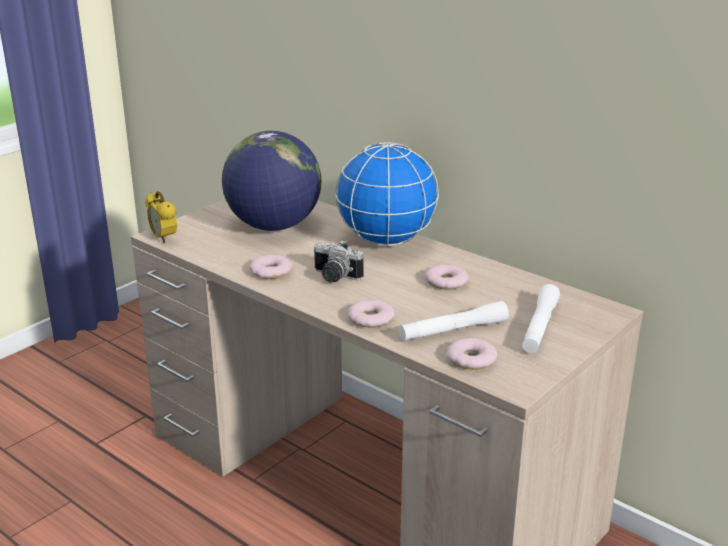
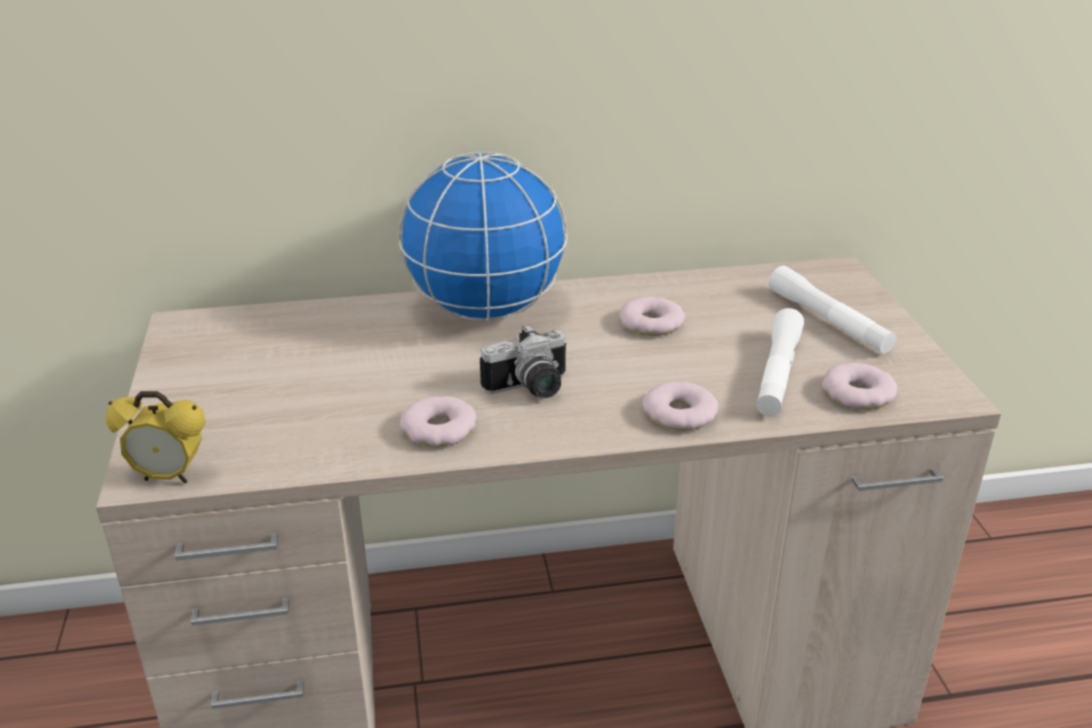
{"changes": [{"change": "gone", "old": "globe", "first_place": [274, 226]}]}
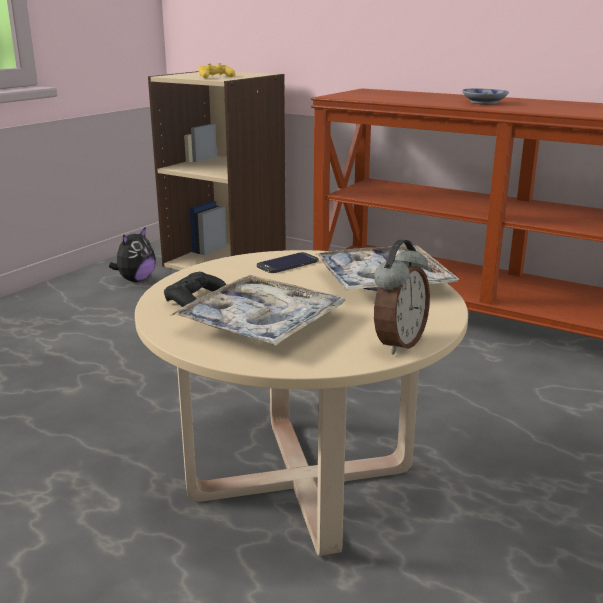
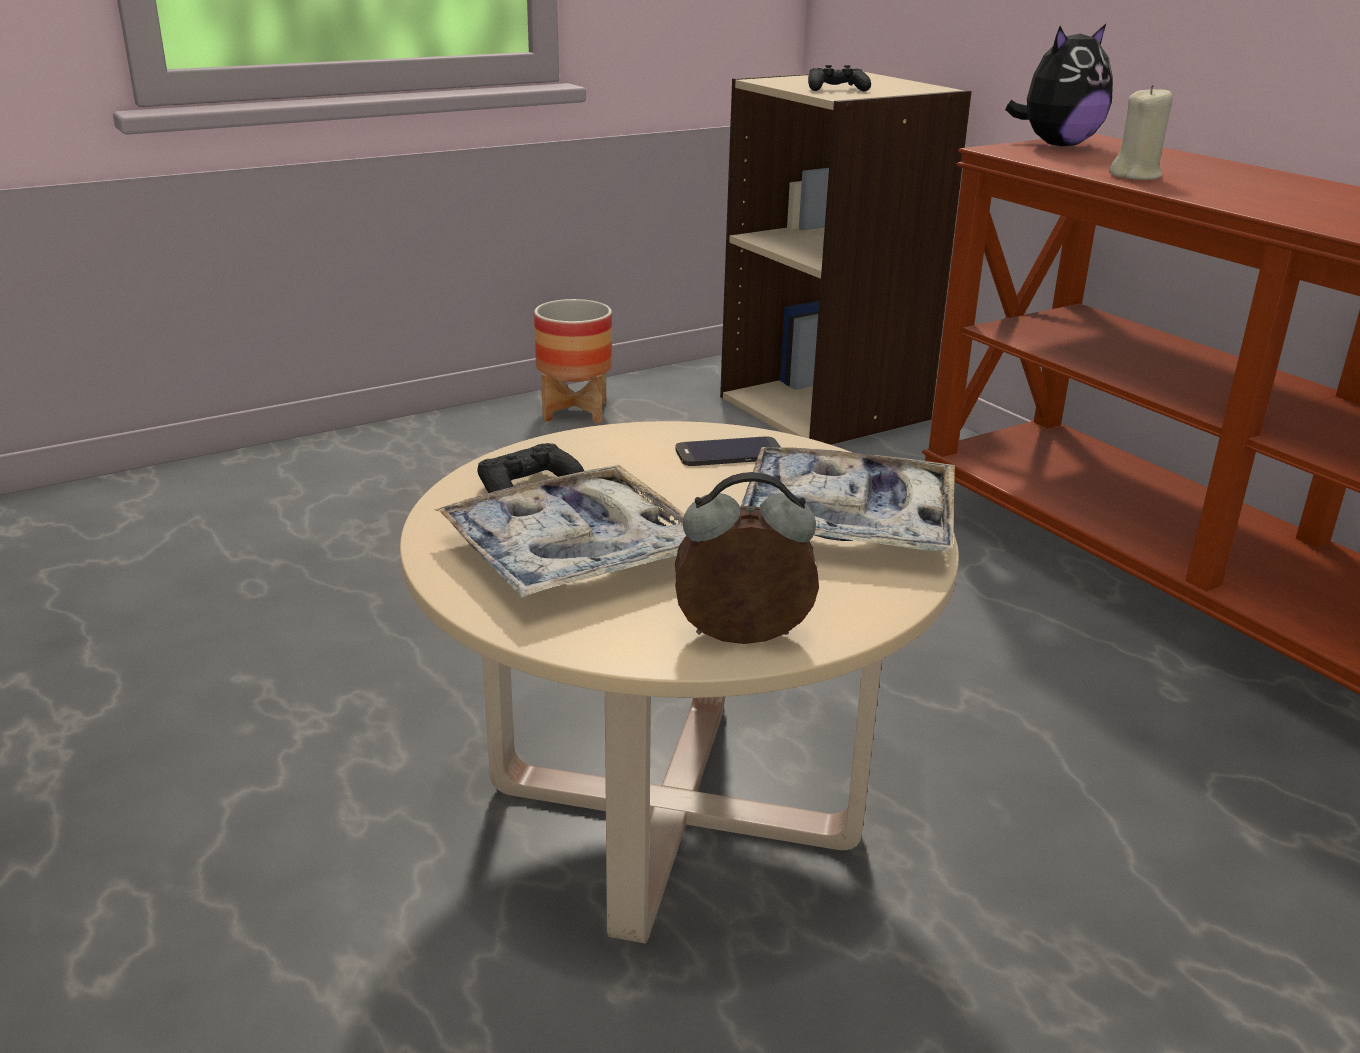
{"changes": [{"change": "repainted", "old": "yellow-coloured game controller", "new": "blackish game controller", "first_place": [215, 77], "second_place": [836, 89]}, {"change": "gone", "old": "deep dish", "first_place": [482, 102]}, {"change": "shifted", "old": "cuddly toy", "first_place": [136, 280], "second_place": [1057, 145]}, {"change": "rotated", "old": "bedside clock", "first_place": [398, 343], "second_place": [743, 640], "degrees": -150}, {"change": "new", "new": "beige candle", "second_place": [1136, 176]}, {"change": "new", "new": "plant pot", "second_place": [575, 411]}]}
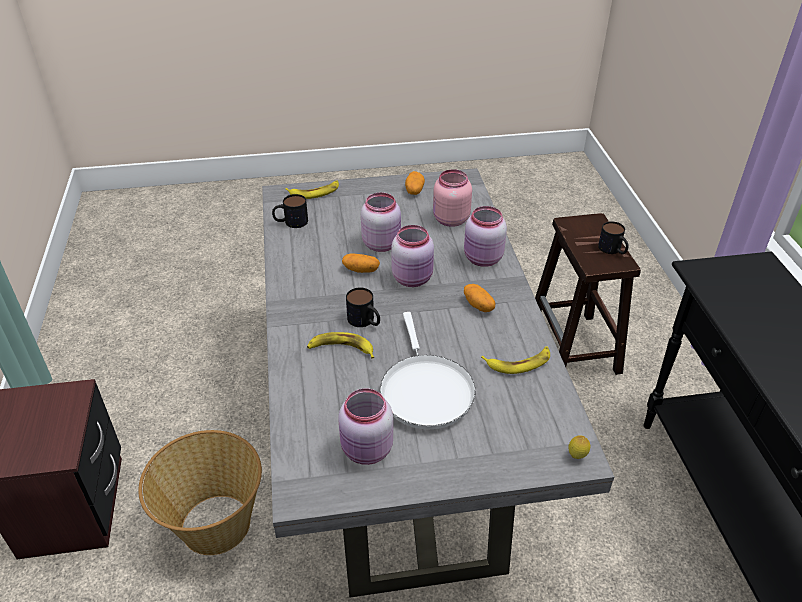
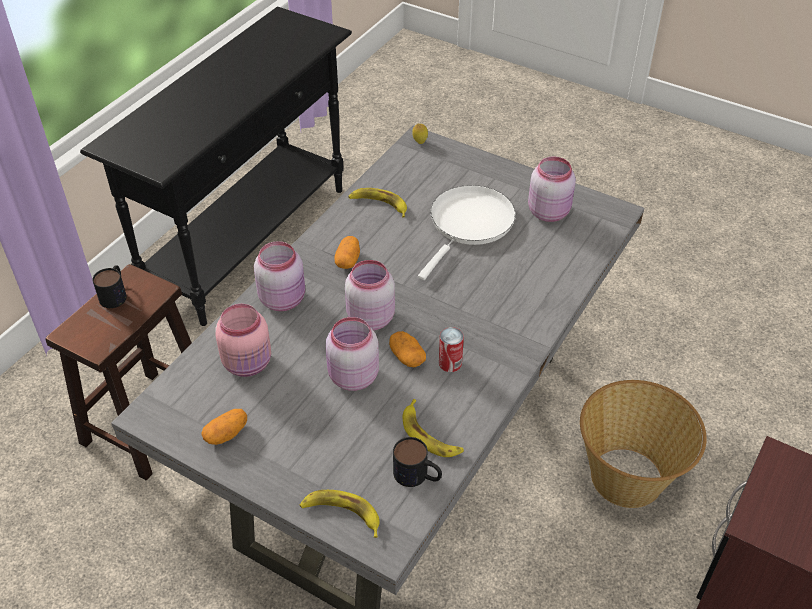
{"changes": [{"change": "gone", "old": "mug", "first_place": [365, 321]}, {"change": "shifted", "old": "banana", "first_place": [341, 349], "second_place": [430, 435]}, {"change": "new", "new": "sealed can", "second_place": [450, 363]}]}
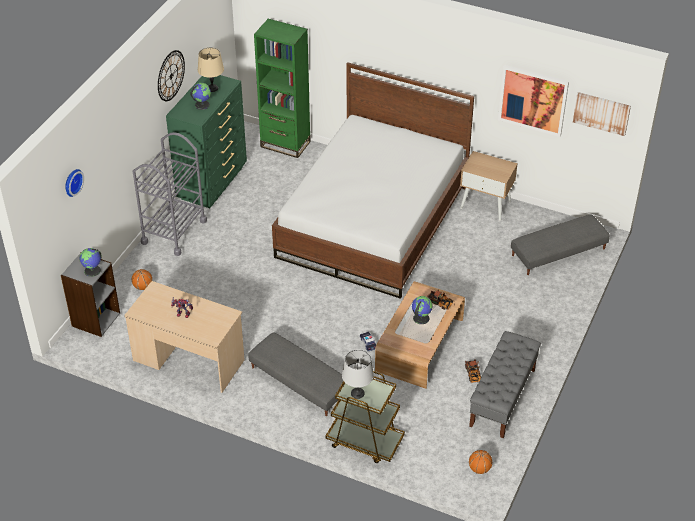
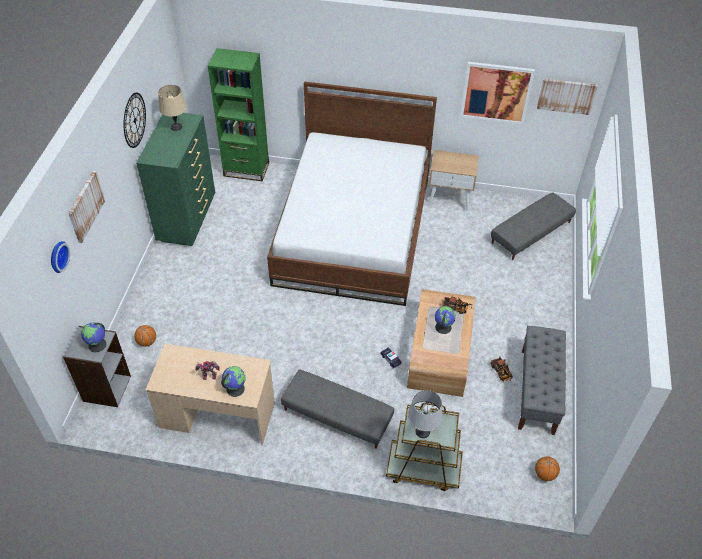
{"changes": [{"change": "shifted", "old": "globe", "first_place": [202, 105], "second_place": [235, 388]}, {"change": "gone", "old": "gray wheeled cart", "first_place": [174, 232]}, {"change": "new", "new": "wall picture", "second_place": [85, 206]}]}
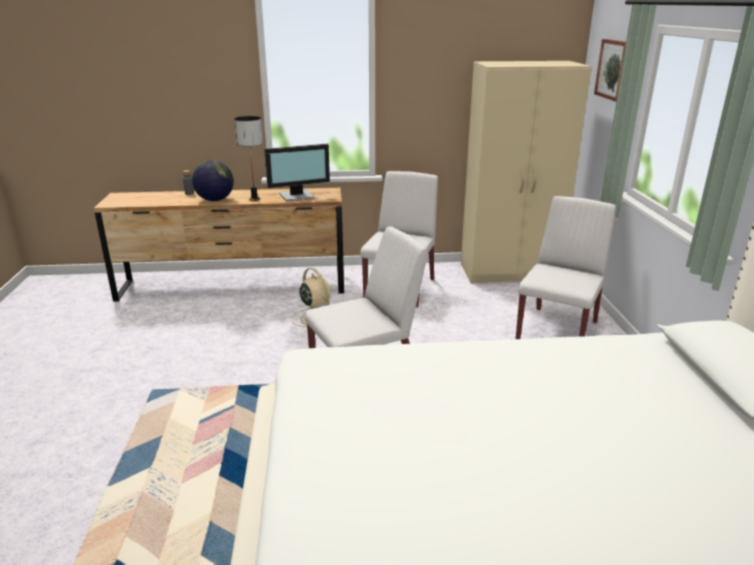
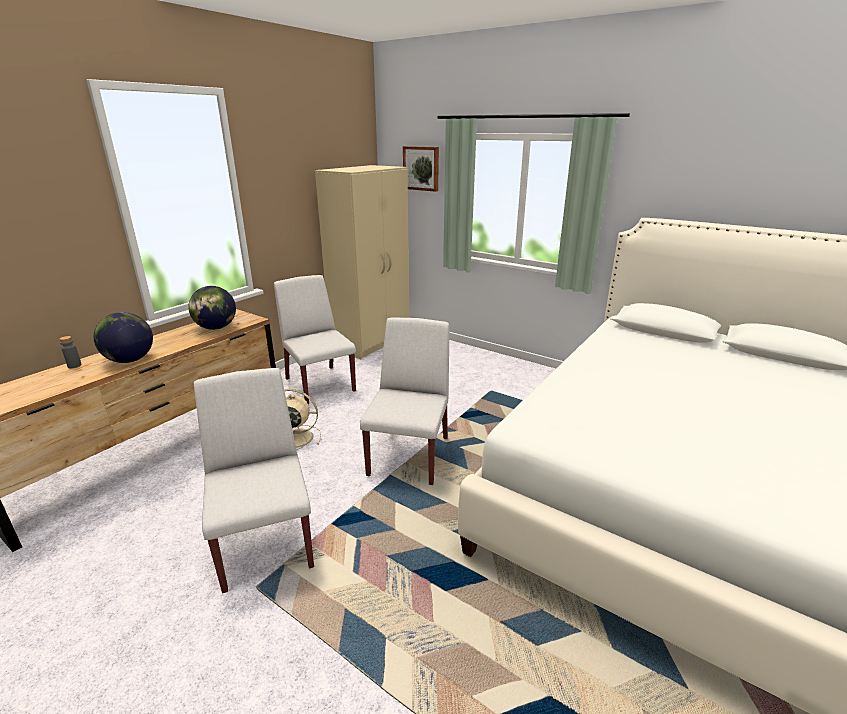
{"changes": [{"change": "gone", "old": "table lamp", "first_place": [255, 199]}, {"change": "swapped", "old": "monitor", "new": "globe", "first_place": [297, 196], "second_place": [216, 328]}, {"change": "shifted", "old": "whitish upright chair", "first_place": [557, 330], "second_place": [265, 540]}]}
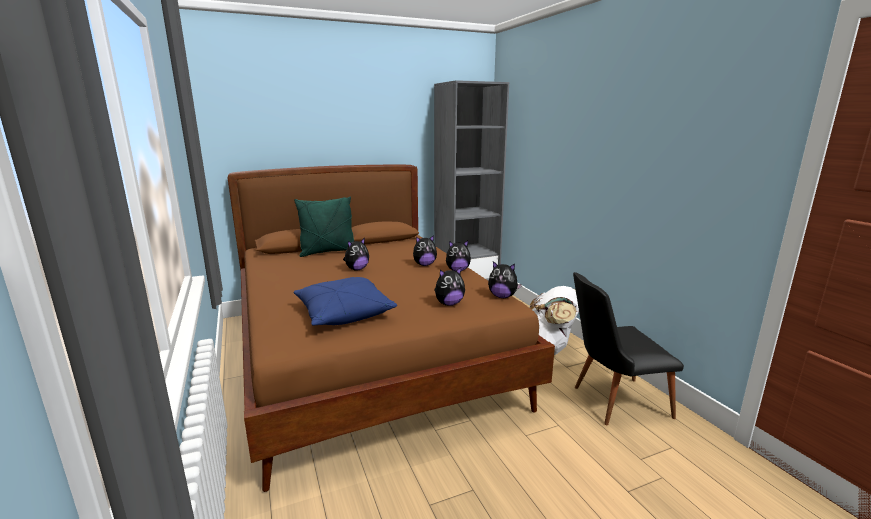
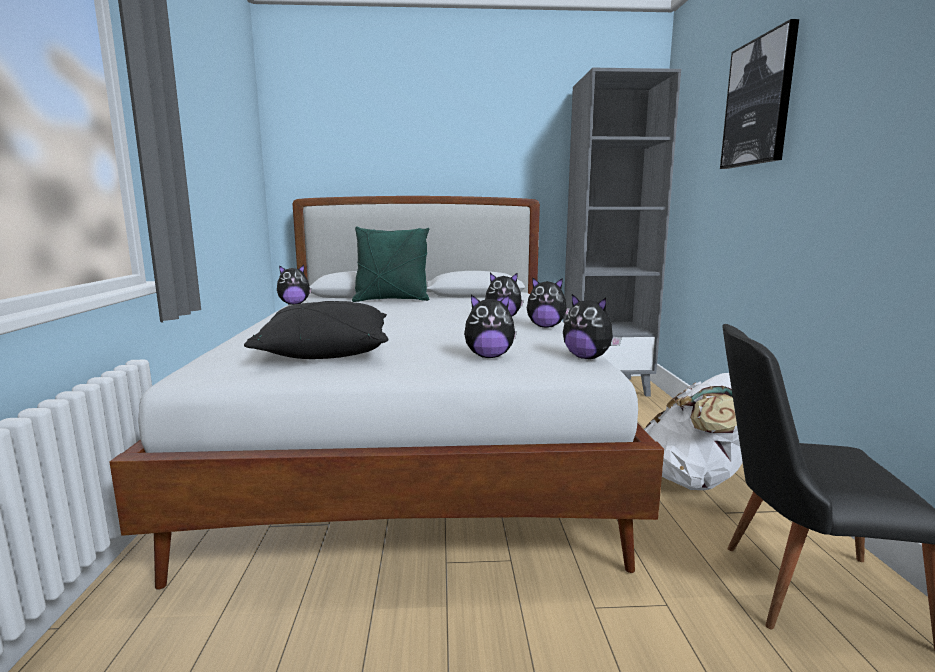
{"changes": [{"change": "repainted", "old": "brownish bed", "new": "whitish bed", "first_place": [367, 356], "second_place": [416, 446]}, {"change": "shifted", "old": "cuddly toy", "first_place": [356, 269], "second_place": [294, 304]}, {"change": "repainted", "old": "blue cushion", "new": "blackish cushion", "first_place": [343, 314], "second_place": [326, 351]}, {"change": "new", "new": "wall picture", "second_place": [759, 102]}]}
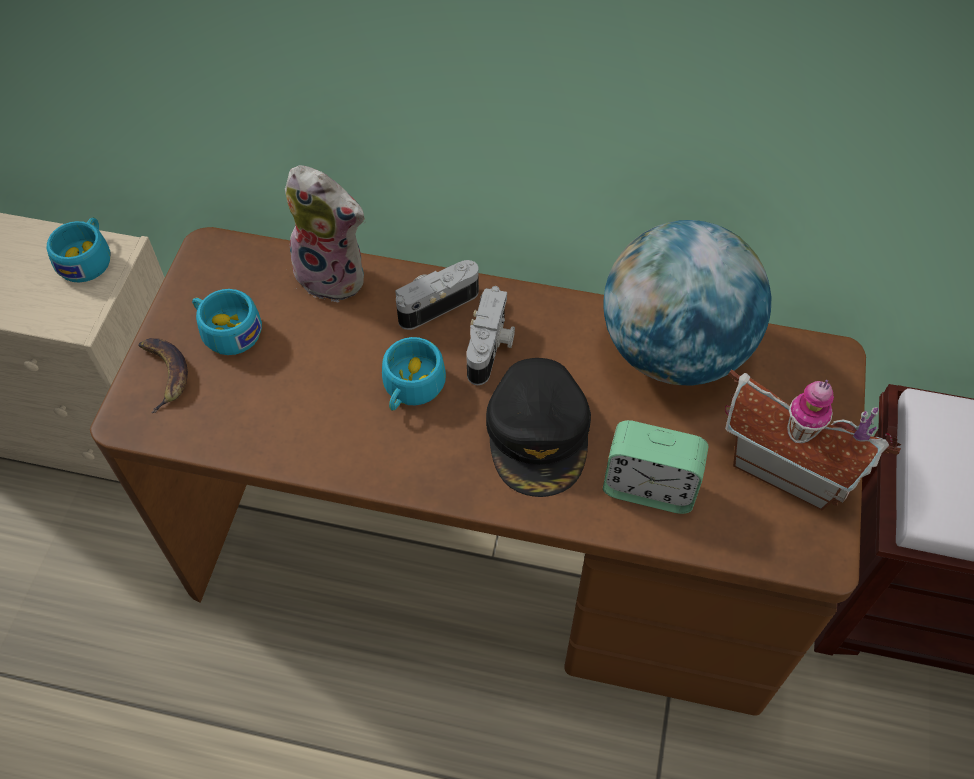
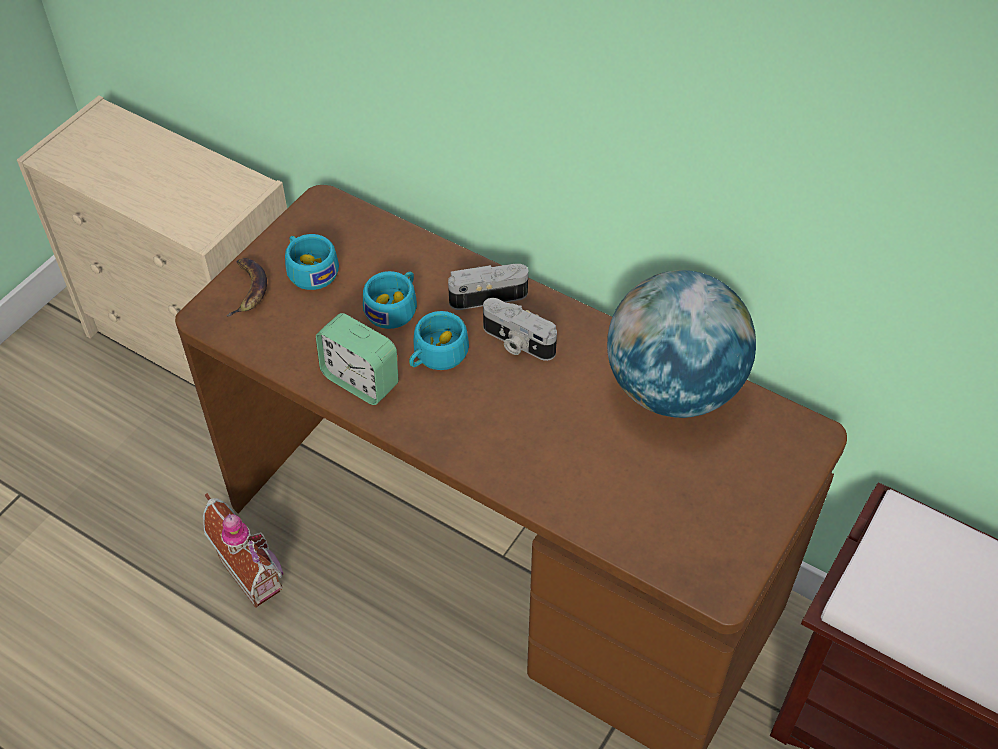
{"changes": [{"change": "gone", "old": "cuddly toy", "first_place": [335, 275]}, {"change": "shifted", "old": "blue-green cup", "first_place": [87, 258], "second_place": [394, 307]}, {"change": "rotated", "old": "still camera", "first_place": [491, 348], "second_place": [516, 343], "degrees": 90}, {"change": "gone", "old": "blackish baseball cap", "first_place": [539, 434]}, {"change": "shifted", "old": "toy house", "first_place": [786, 464], "second_place": [255, 571]}, {"change": "shifted", "old": "bedside clock", "first_place": [649, 487], "second_place": [360, 380]}]}
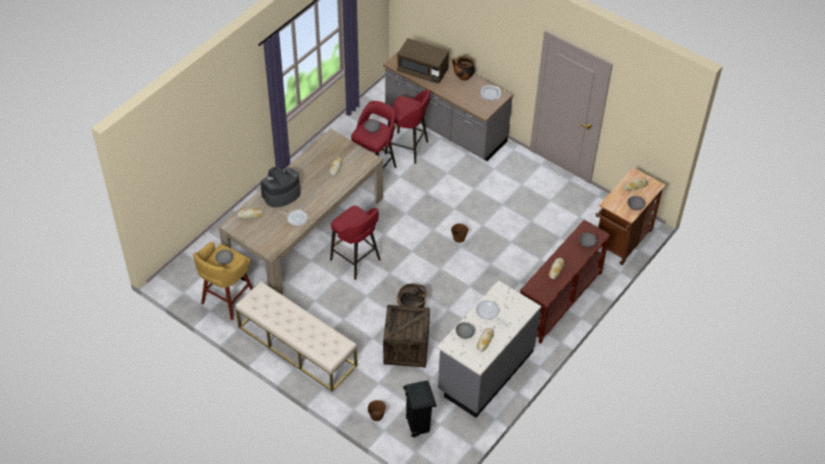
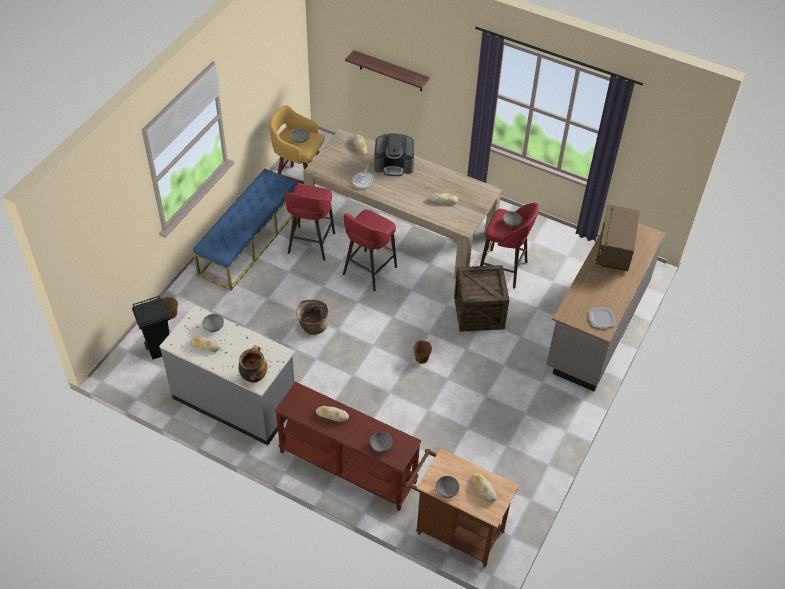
{"changes": [{"change": "shifted", "old": "stockpot", "first_place": [463, 77], "second_place": [254, 376]}, {"change": "shifted", "old": "red-coloured sitting stool", "first_place": [408, 148], "second_place": [310, 244]}, {"change": "rotated", "old": "coffee machine", "first_place": [281, 194], "second_place": [394, 164], "degrees": 135}, {"change": "repainted", "old": "beige long seat", "new": "blue long seat", "first_place": [297, 346], "second_place": [249, 241]}, {"change": "gone", "old": "frying pan", "first_place": [488, 313]}, {"change": "shifted", "old": "shipping crate", "first_place": [406, 348], "second_place": [479, 312]}, {"change": "new", "new": "shelf", "second_place": [391, 71]}]}
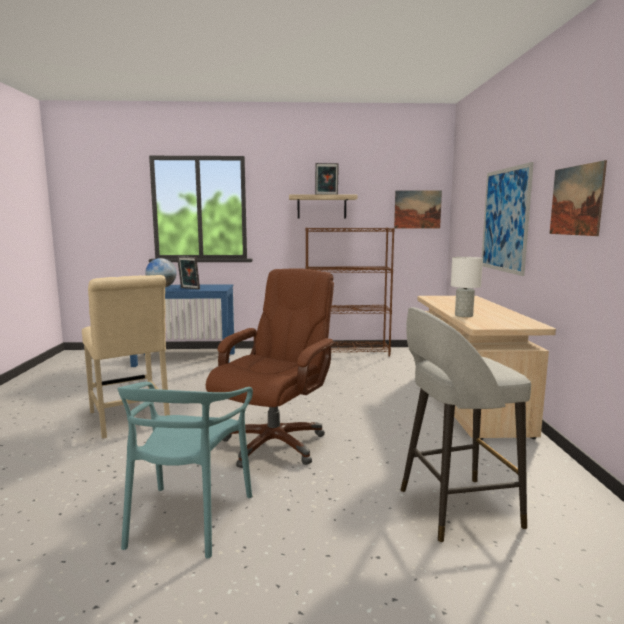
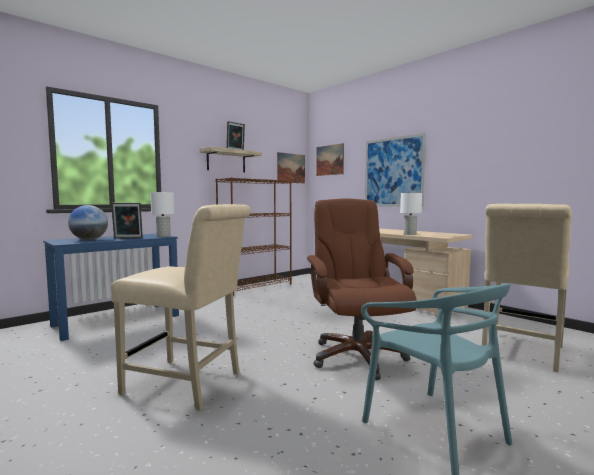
{"changes": [{"change": "shifted", "old": "wall picture", "first_place": [576, 200], "second_place": [330, 160]}, {"change": "swapped", "old": "gray sitting stool", "new": "beige upright chair", "first_place": [455, 508], "second_place": [520, 352]}, {"change": "new", "new": "whitish table lamp", "second_place": [163, 236]}]}
